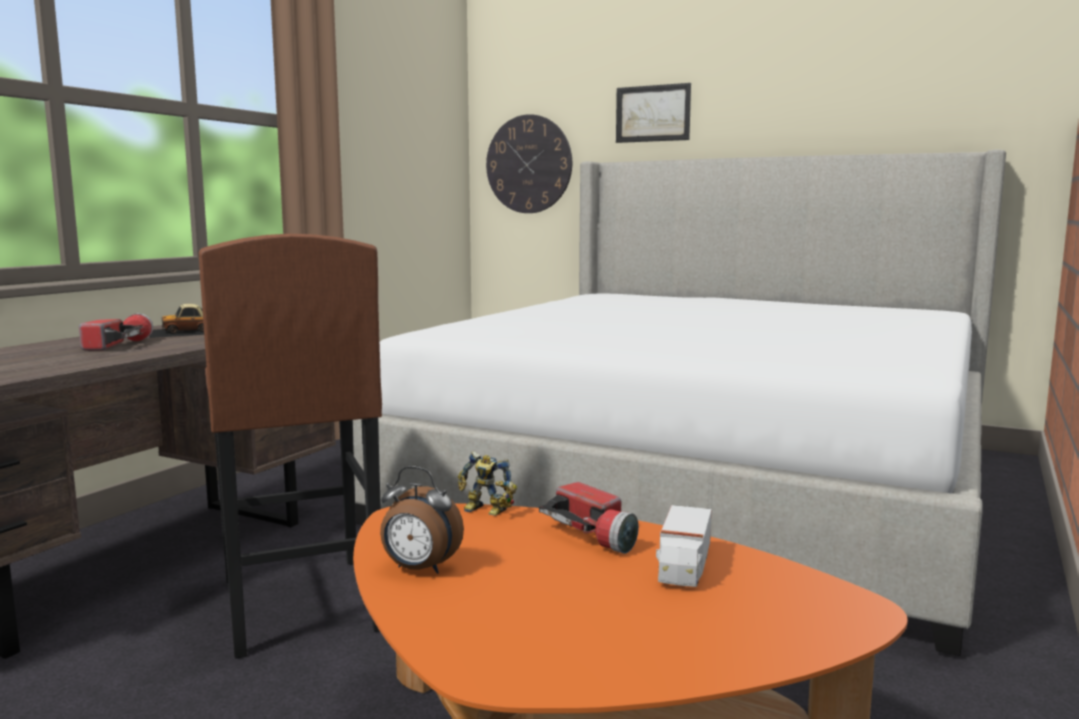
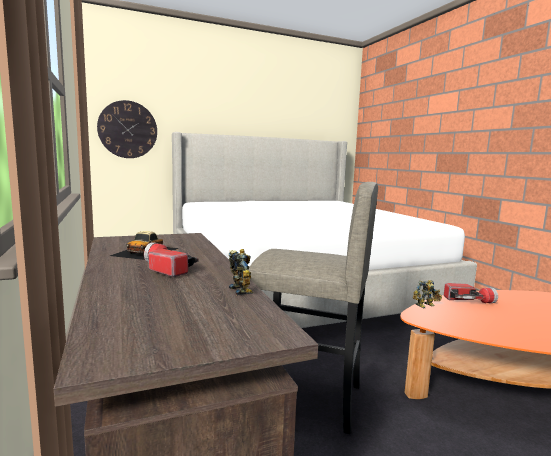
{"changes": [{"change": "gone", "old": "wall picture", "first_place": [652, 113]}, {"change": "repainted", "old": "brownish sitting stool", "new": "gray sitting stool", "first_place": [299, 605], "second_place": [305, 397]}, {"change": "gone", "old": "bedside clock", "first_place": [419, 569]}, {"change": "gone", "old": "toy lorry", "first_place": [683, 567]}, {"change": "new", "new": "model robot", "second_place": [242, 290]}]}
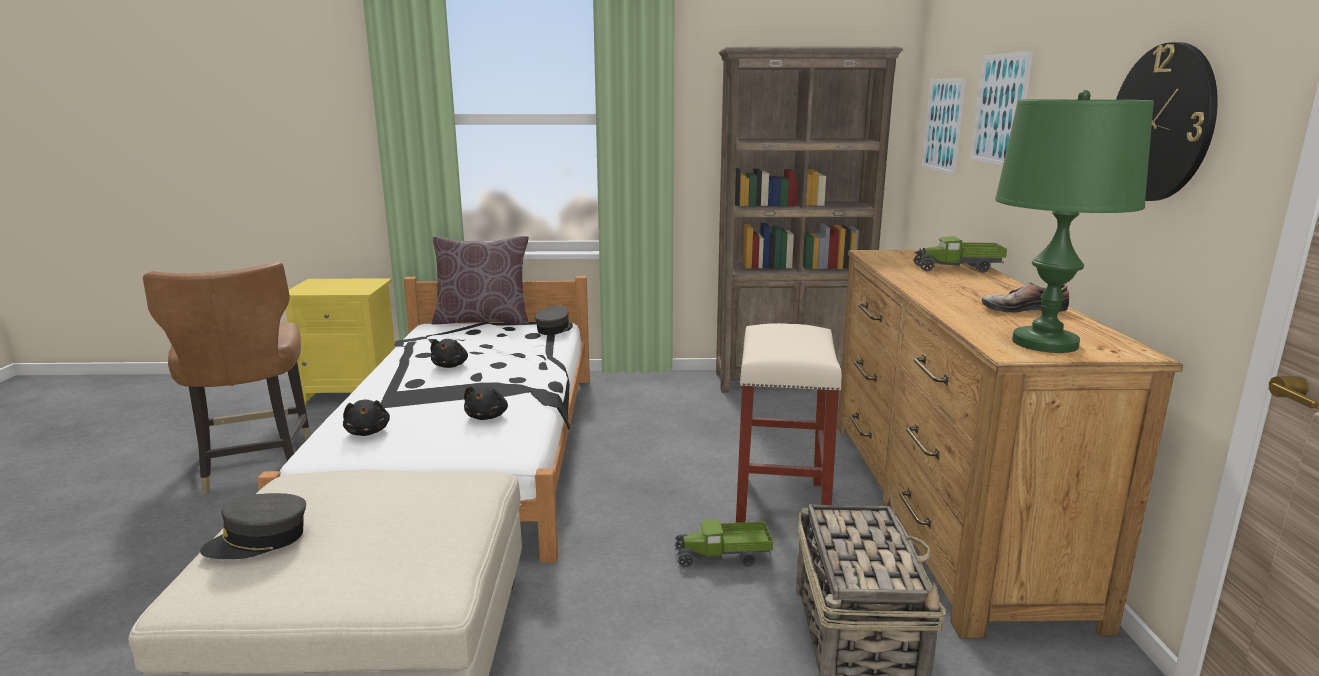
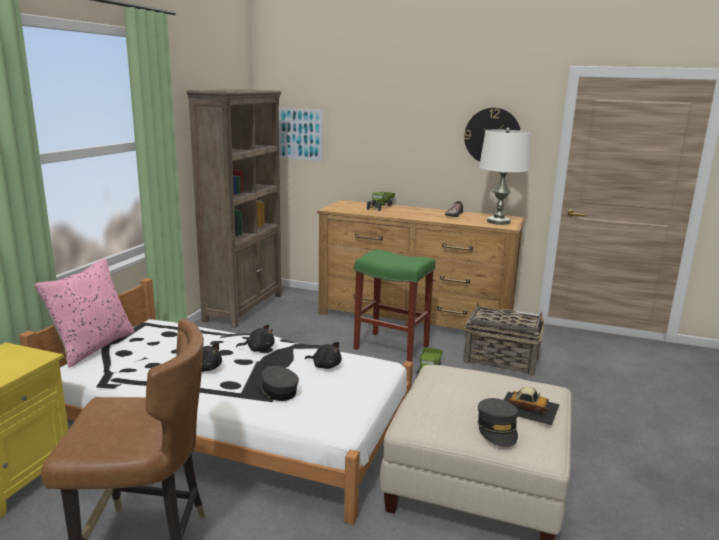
{"changes": [{"change": "gone", "old": "wall picture", "first_place": [999, 109]}, {"change": "repainted", "old": "green table lamp", "new": "whitish table lamp", "first_place": [1044, 343], "second_place": [498, 222]}, {"change": "repainted", "old": "brownish cushion", "new": "pink cushion", "first_place": [483, 320], "second_place": [92, 347]}, {"change": "shifted", "old": "gray baseball cap", "first_place": [554, 329], "second_place": [276, 391]}, {"change": "repainted", "old": "beige sitting stool", "new": "green sitting stool", "first_place": [782, 508], "second_place": [392, 347]}, {"change": "shifted", "old": "blackish cuddly toy", "first_place": [368, 432], "second_place": [258, 349]}, {"change": "new", "new": "miniature car", "second_place": [528, 407]}]}
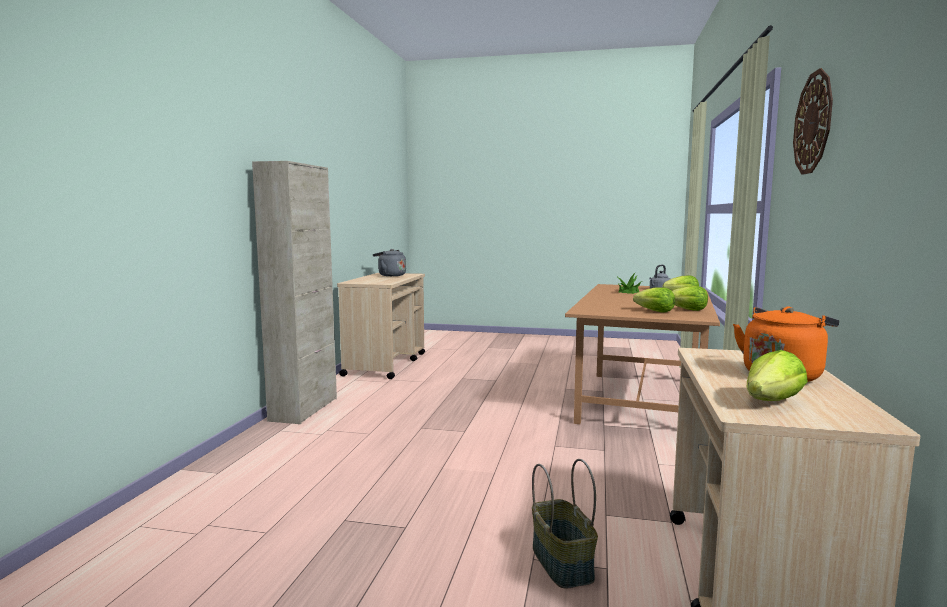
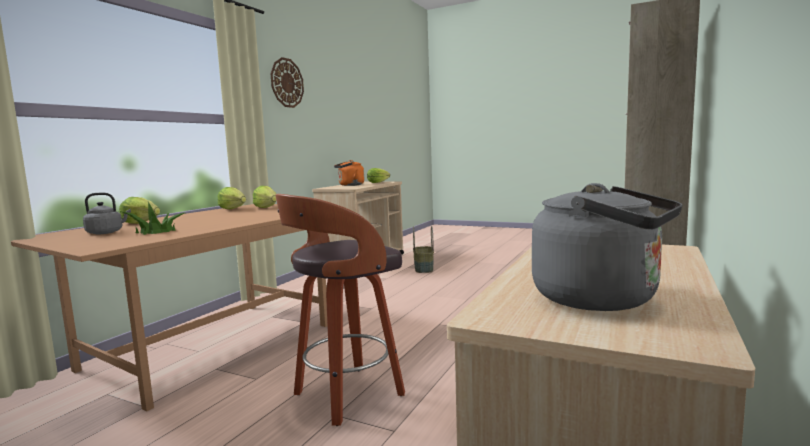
{"changes": [{"change": "new", "new": "sitting stool", "second_place": [346, 396]}]}
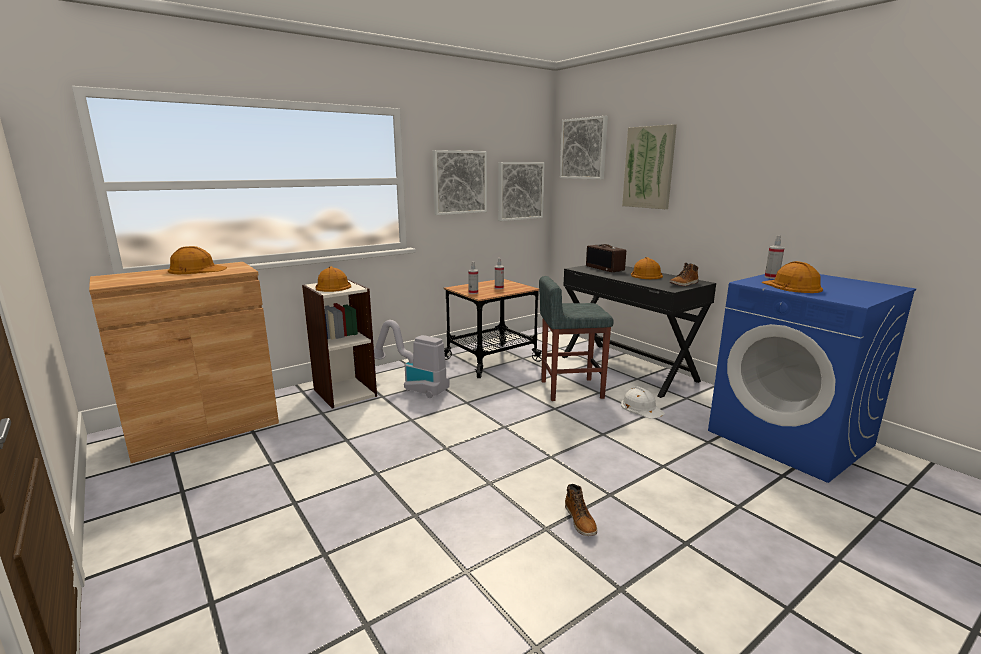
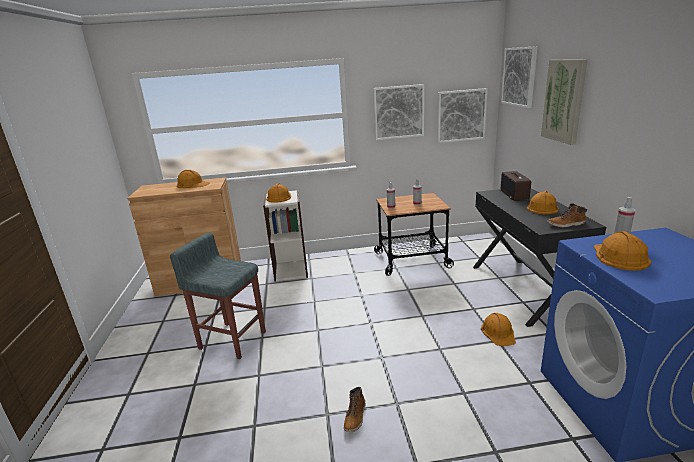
{"changes": [{"change": "shifted", "old": "gray sitting stool", "first_place": [570, 389], "second_place": [232, 339]}, {"change": "gone", "old": "vacuum", "first_place": [413, 386]}, {"change": "repainted", "old": "whitish safety helmet", "new": "orange safety helmet", "first_place": [641, 407], "second_place": [498, 332]}]}
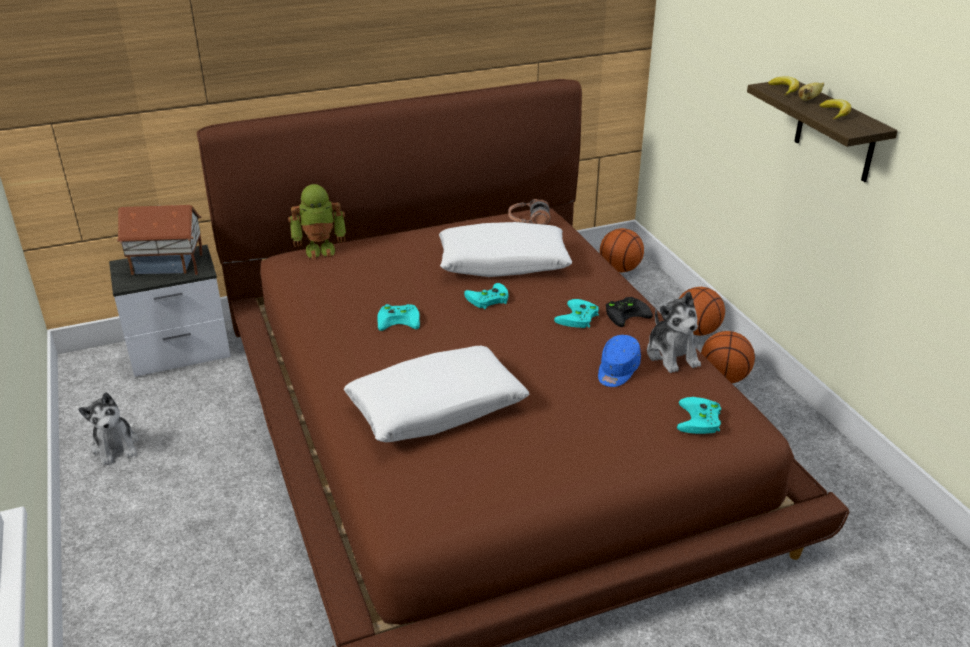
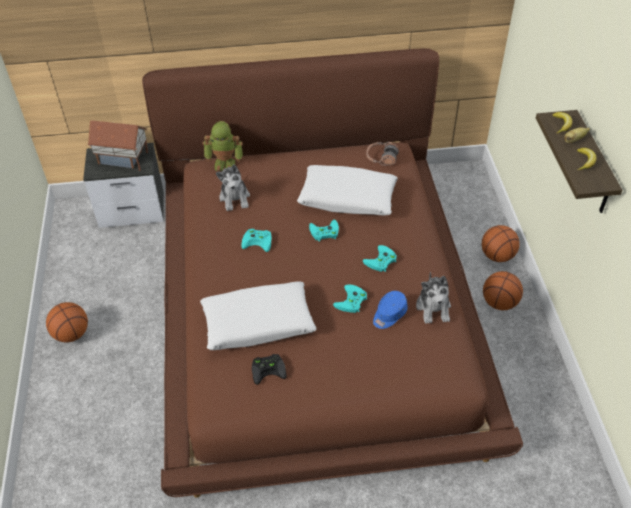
{"changes": [{"change": "shifted", "old": "ball for basketball", "first_place": [620, 269], "second_place": [72, 334]}, {"change": "shifted", "old": "blackish game controller", "first_place": [627, 313], "second_place": [269, 369]}, {"change": "shifted", "old": "cuddly toy", "first_place": [116, 446], "second_place": [235, 198]}, {"change": "shifted", "old": "blue-green game controller", "first_place": [700, 420], "second_place": [351, 302]}]}
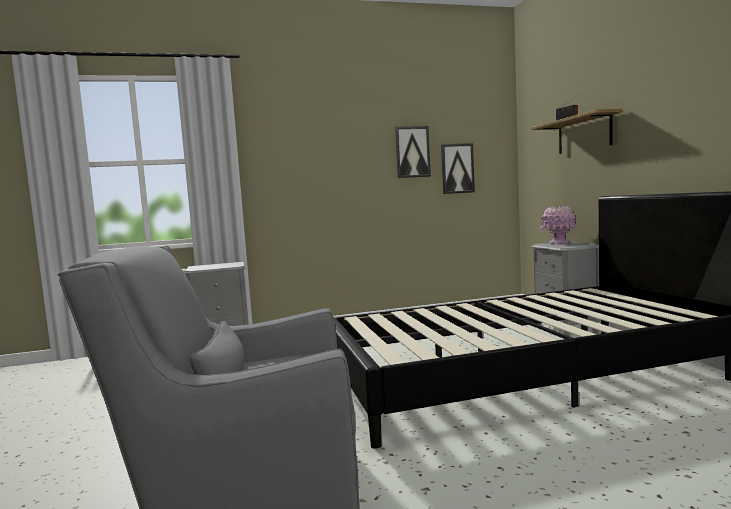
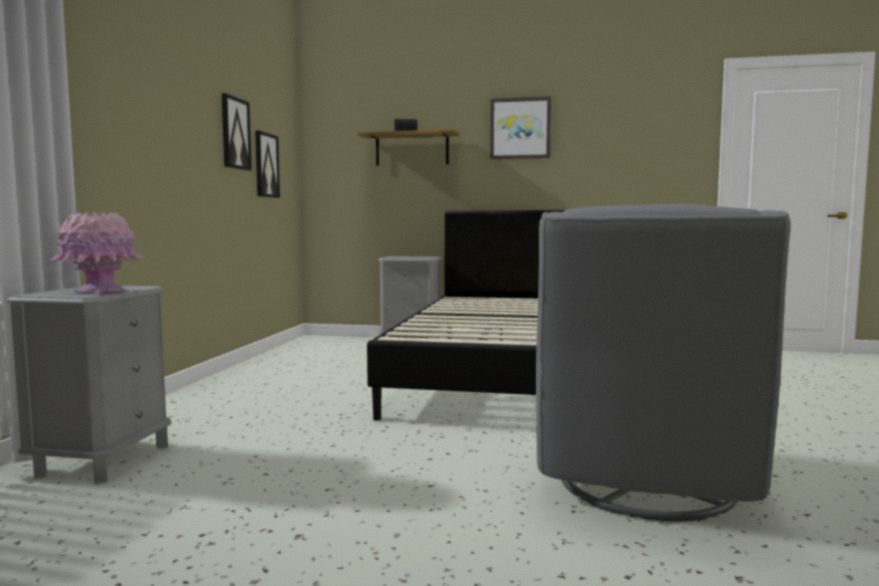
{"changes": [{"change": "shifted", "old": "pink decorative vase", "first_place": [558, 243], "second_place": [100, 291]}, {"change": "new", "new": "wall picture", "second_place": [520, 128]}]}
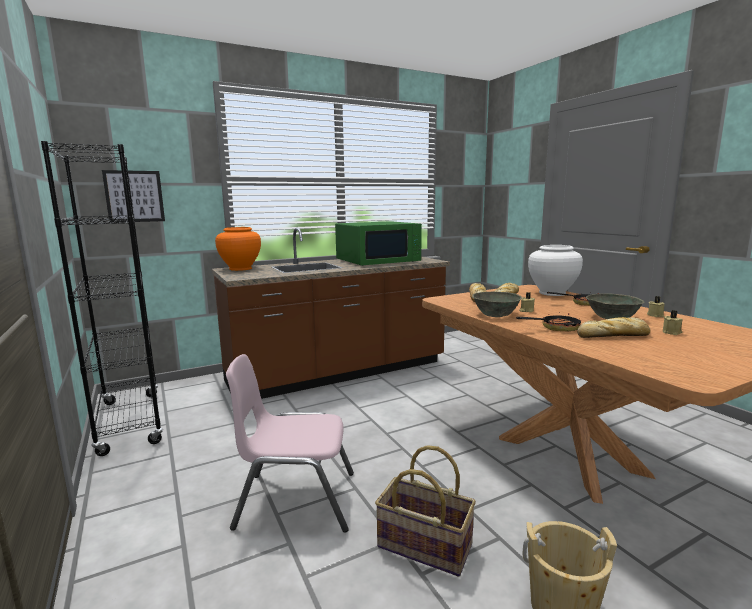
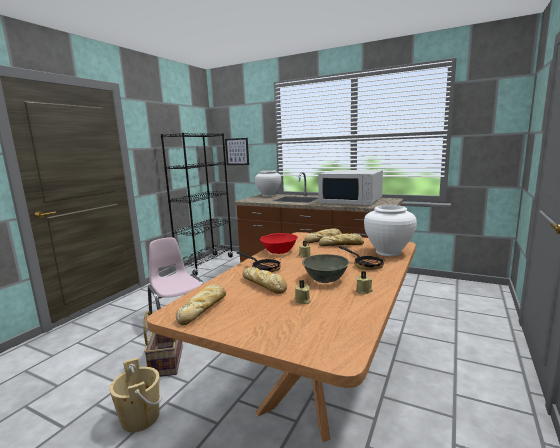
{"changes": [{"change": "repainted", "old": "green microwave", "new": "whitish microwave", "first_place": [378, 261], "second_place": [351, 201]}, {"change": "repainted", "old": "orange decorative vase", "new": "whitish decorative vase", "first_place": [240, 269], "second_place": [268, 195]}, {"change": "repainted", "old": "gray deep dish", "new": "red-coloured deep dish", "first_place": [495, 314], "second_place": [279, 251]}, {"change": "new", "new": "baked bread", "second_place": [203, 308]}]}
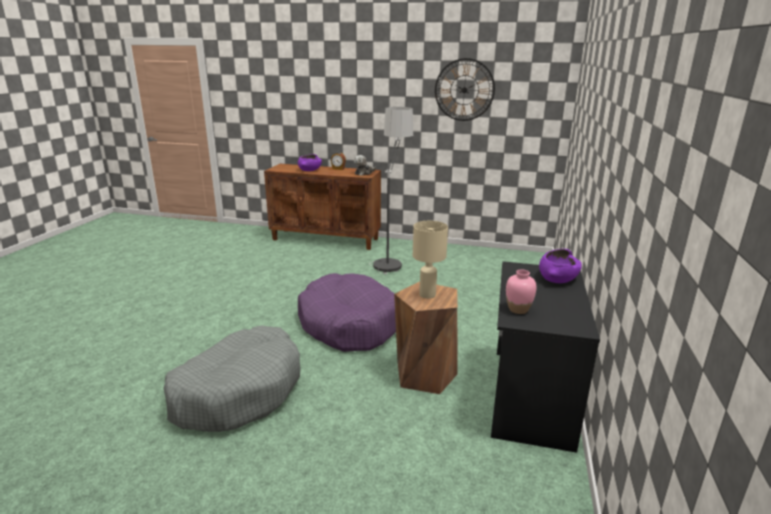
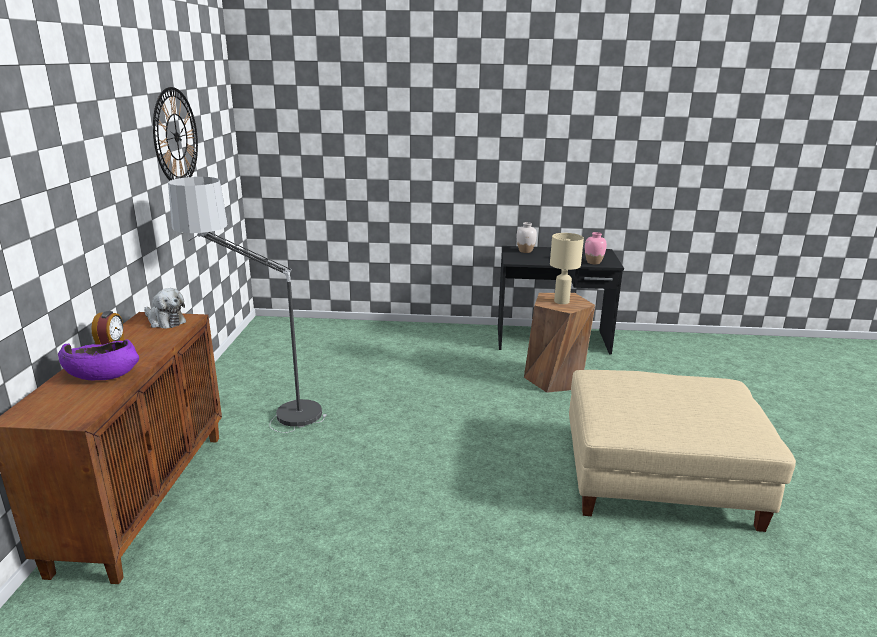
{"changes": [{"change": "swapped", "old": "purple deep dish", "new": "whitish decorative vase", "first_place": [557, 277], "second_place": [525, 251]}, {"change": "gone", "old": "purple dog cushion", "first_place": [348, 324]}, {"change": "swapped", "old": "gray dog cushion", "new": "beige footrest", "first_place": [238, 391], "second_place": [659, 477]}]}
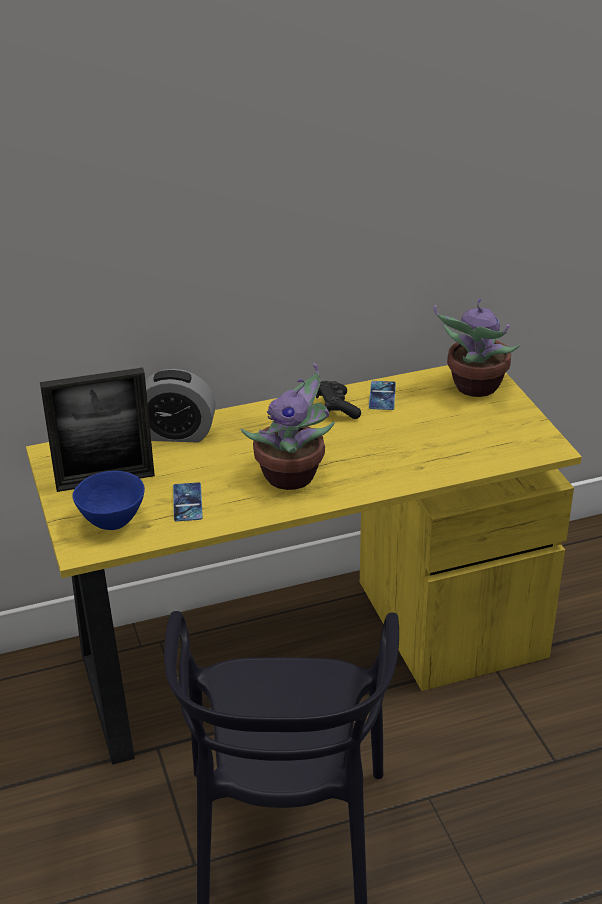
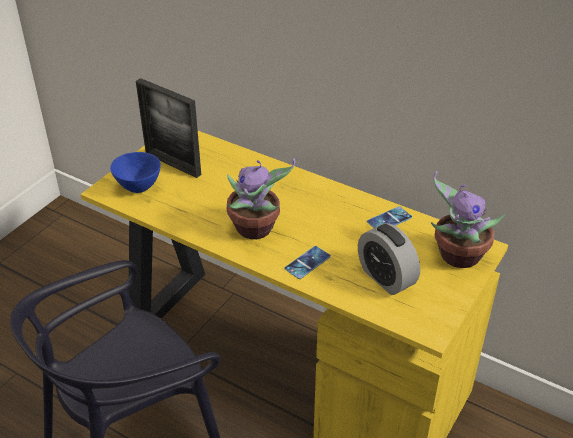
{"changes": [{"change": "shifted", "old": "bedside clock", "first_place": [177, 434], "second_place": [386, 278]}, {"change": "gone", "old": "blackish game controller", "first_place": [336, 408]}, {"change": "shifted", "old": "telephone", "first_place": [187, 502], "second_place": [307, 262]}]}
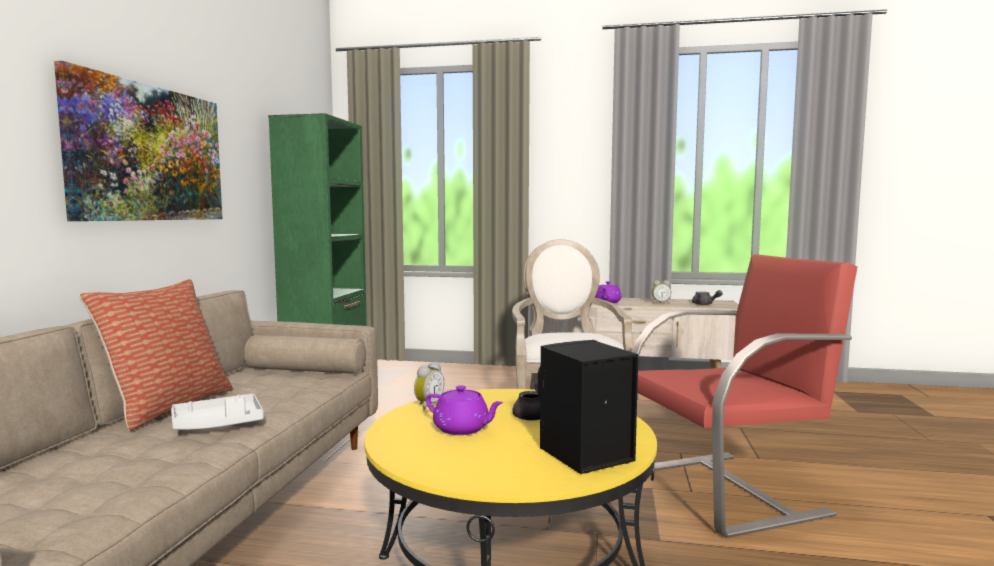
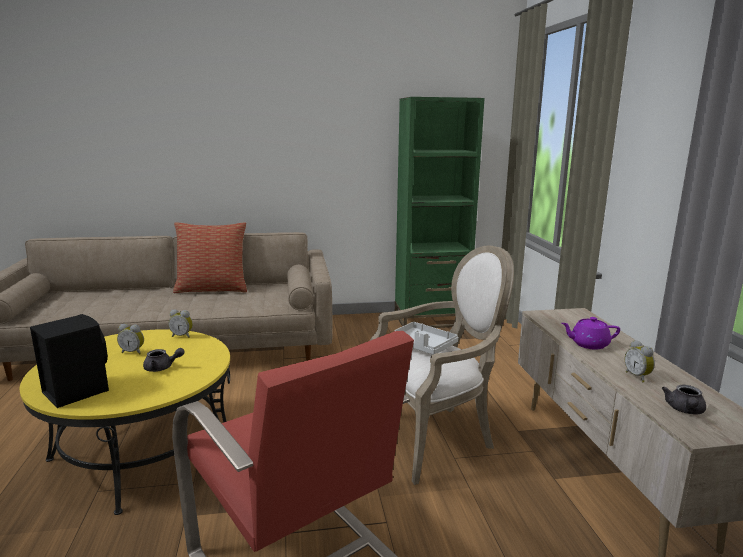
{"changes": [{"change": "gone", "old": "wall picture", "first_place": [149, 153]}, {"change": "swapped", "old": "purple tea pot", "new": "bedside clock", "first_place": [462, 429], "second_place": [133, 352]}, {"change": "shifted", "old": "gray tray", "first_place": [218, 424], "second_place": [423, 346]}]}
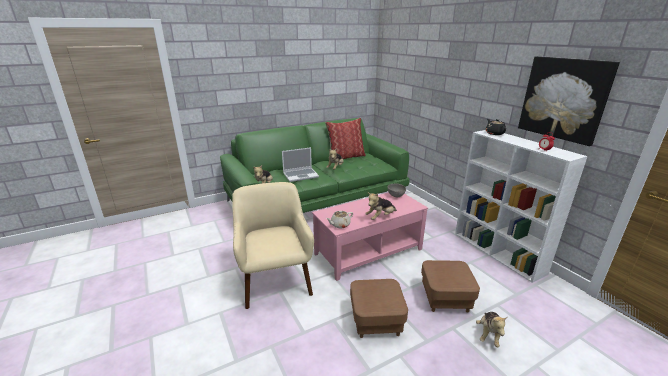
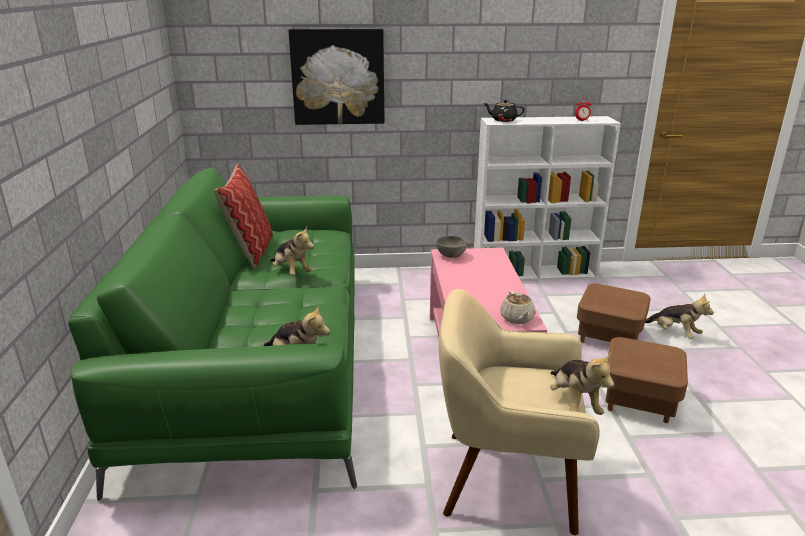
{"changes": [{"change": "shifted", "old": "wall picture", "first_place": [563, 99], "second_place": [338, 77]}, {"change": "gone", "old": "laptop", "first_place": [301, 175]}, {"change": "shifted", "old": "cuddly toy", "first_place": [380, 217], "second_place": [574, 402]}]}
